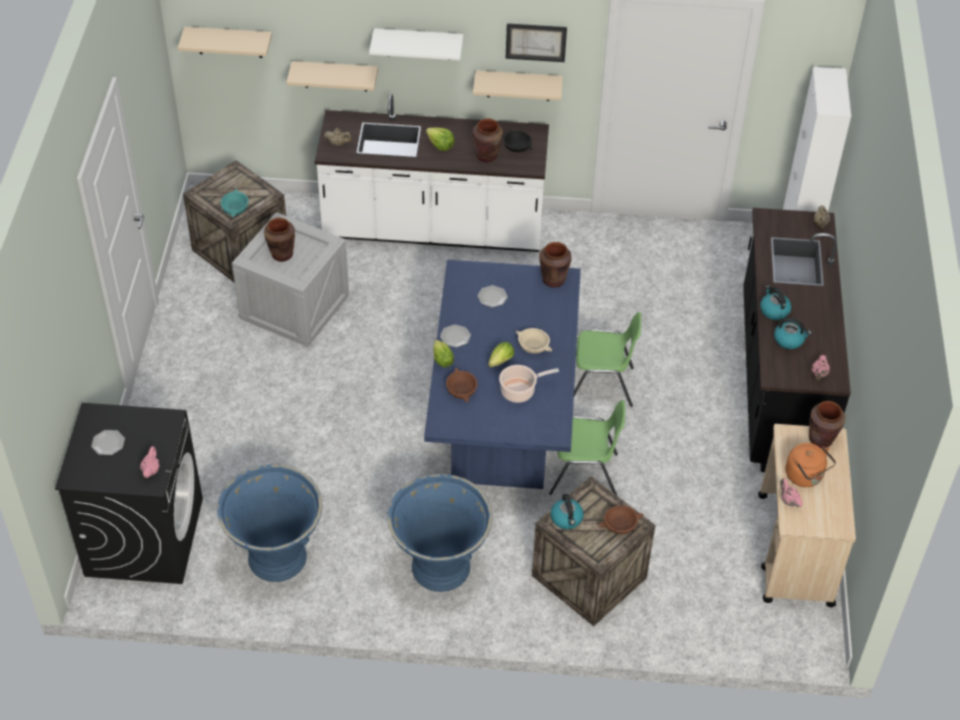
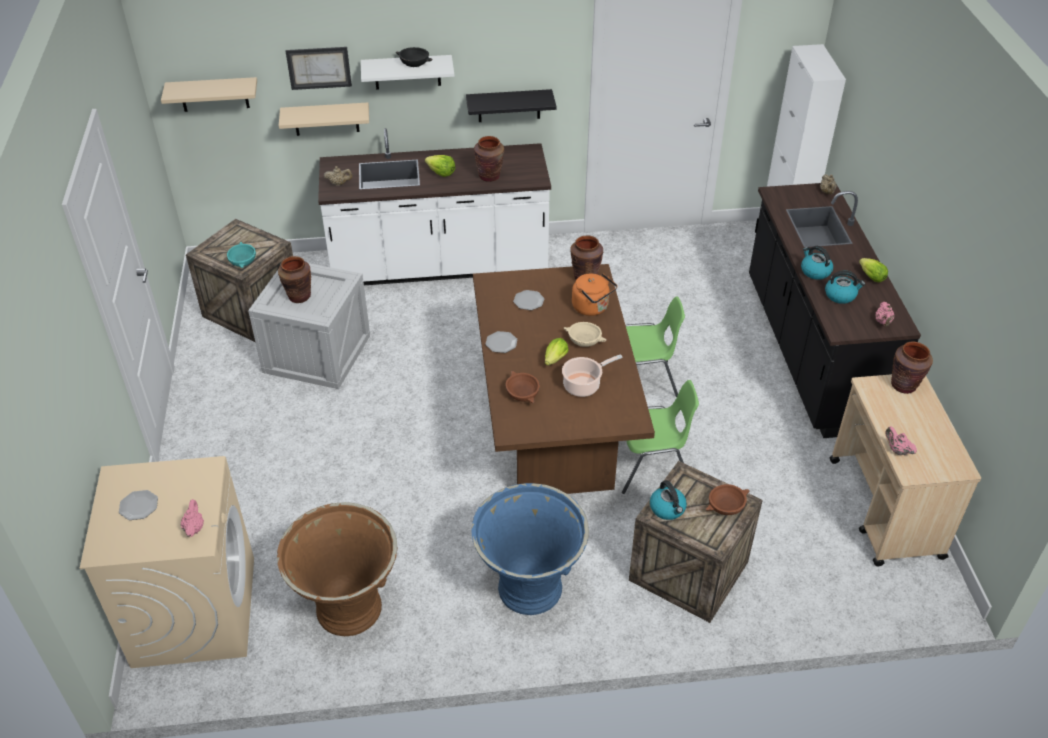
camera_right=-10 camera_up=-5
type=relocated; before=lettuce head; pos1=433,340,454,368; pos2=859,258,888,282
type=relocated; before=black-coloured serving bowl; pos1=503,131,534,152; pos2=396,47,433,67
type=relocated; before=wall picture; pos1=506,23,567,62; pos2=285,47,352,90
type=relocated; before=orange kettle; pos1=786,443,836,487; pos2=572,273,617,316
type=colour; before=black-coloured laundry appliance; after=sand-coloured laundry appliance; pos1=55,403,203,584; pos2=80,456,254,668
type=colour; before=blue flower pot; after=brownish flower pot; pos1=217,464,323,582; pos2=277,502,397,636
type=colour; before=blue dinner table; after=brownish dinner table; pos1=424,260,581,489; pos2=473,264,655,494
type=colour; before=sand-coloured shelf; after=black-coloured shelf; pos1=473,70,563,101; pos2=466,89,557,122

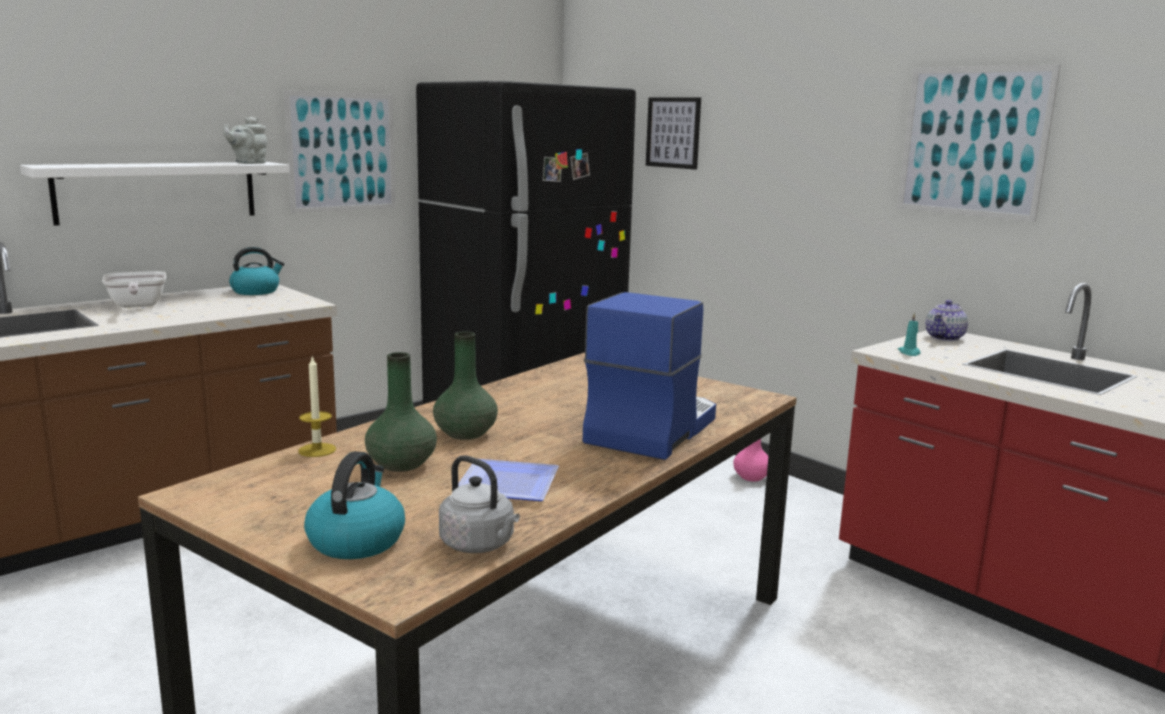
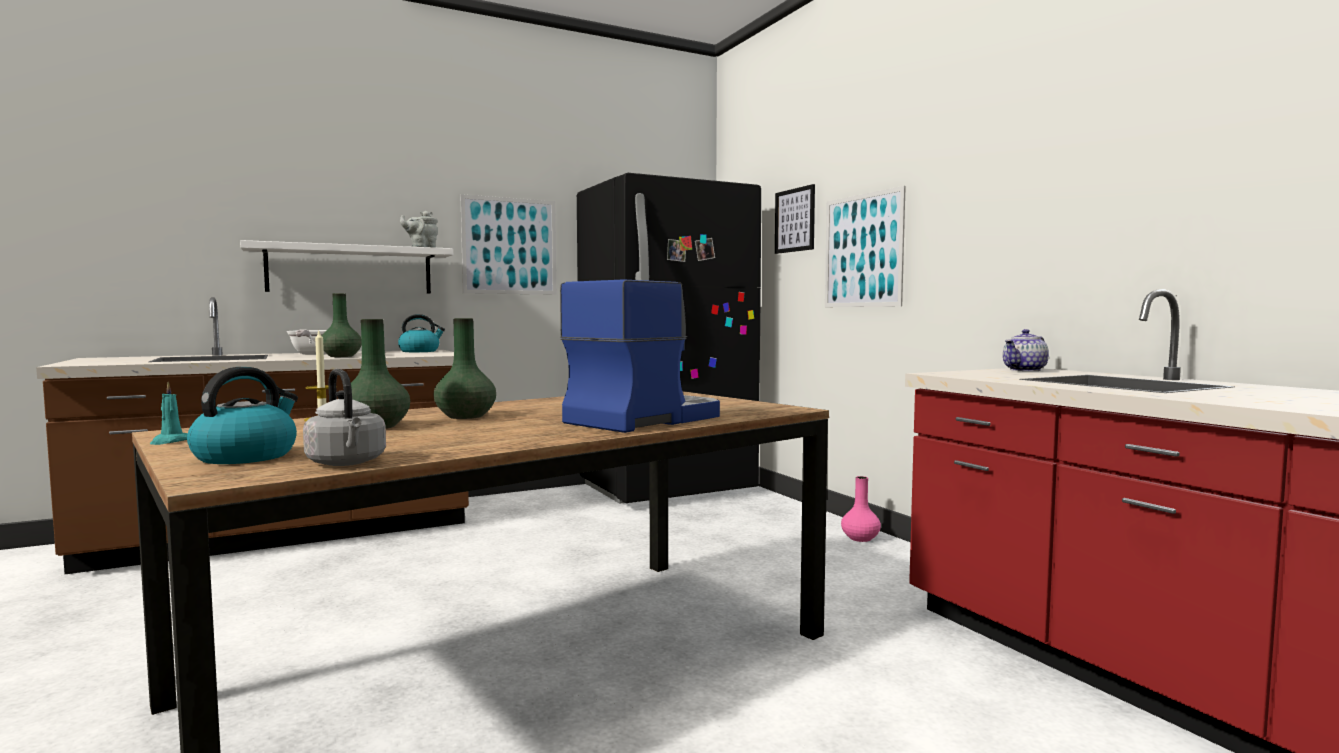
camera_right=15 camera_up=-10
type=missing; before=flat dish; pos1=458,459,559,501
type=appeared; after=green decorative vase; pos2=322,293,362,357
type=relocated; before=wall picture; pos1=897,64,1060,222; pos2=825,186,906,307
type=relocated; before=turquoise-coloured wax light; pos1=898,313,921,356; pos2=150,382,187,445

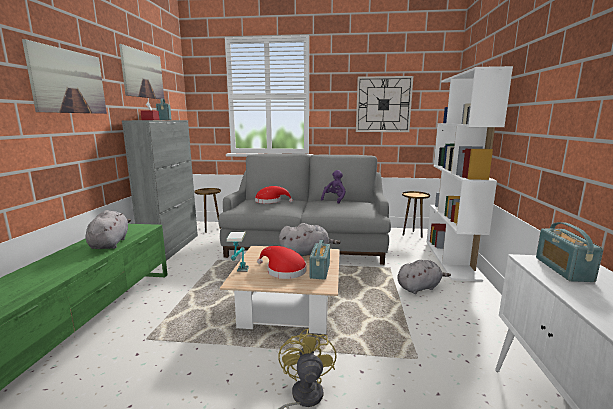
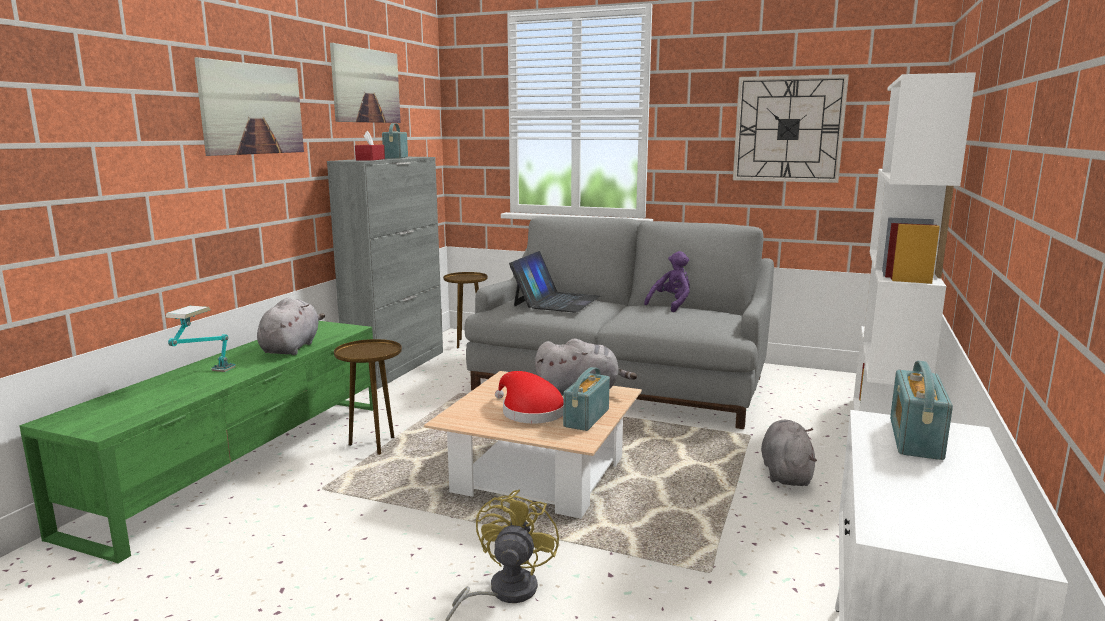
camera_right=15 camera_up=0
type=relocated; before=table lamp; pos1=226,232,249,272; pos2=165,306,236,372
type=relocated; before=brownish side table; pos1=402,191,430,238; pos2=334,339,402,455
type=exchanged; before=reddish clothing hat; after=laptop; pos1=255,186,293,204; pos2=509,251,600,313
type=spun; before=greyish cuddly toy; pos1=397,260,451,294; pos2=761,420,817,486; turn=-75

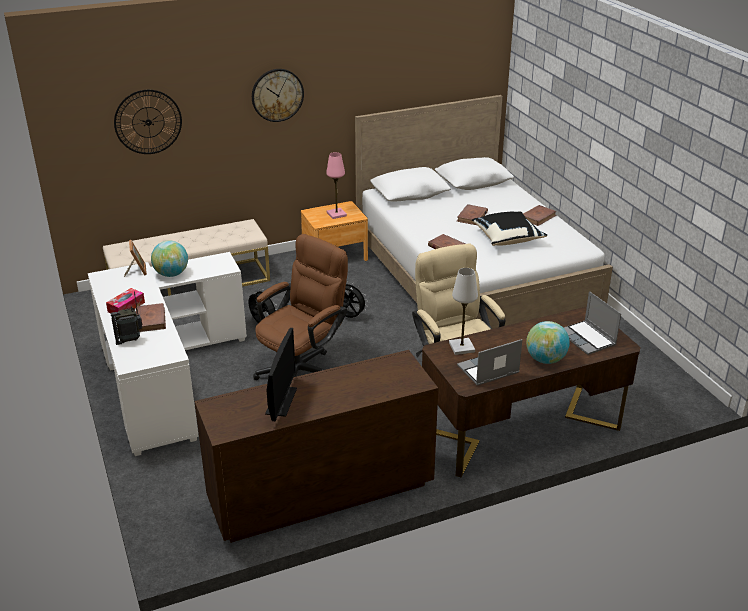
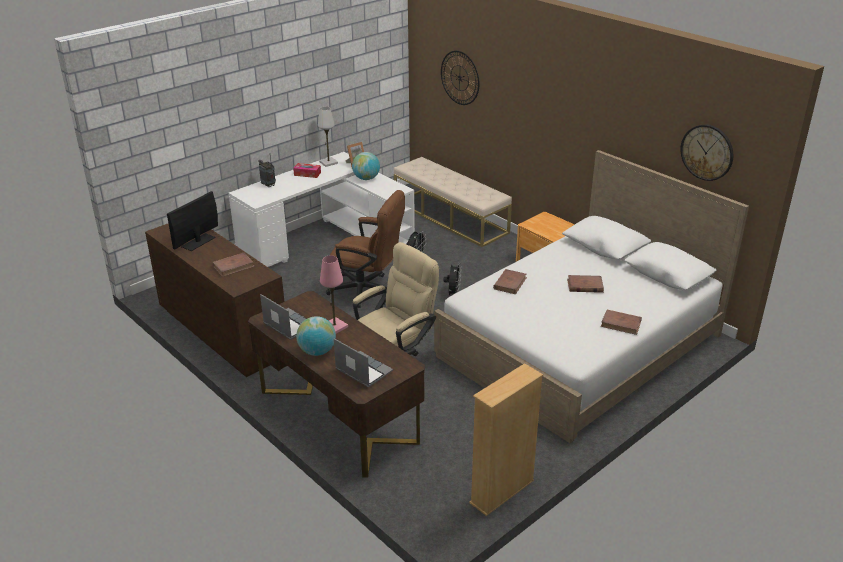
camera_right=70 camera_up=0
type=missing; before=black-coloured throw pillow; pos1=472,211,547,246
type=appeared; after=sand-coloured shelving unit; pos2=469,363,543,516
type=relocated; before=brownish bound book; pos1=136,303,166,332; pos2=212,253,255,277
type=relocated; before=hanging clock; pos1=252,69,304,122; pos2=680,124,733,181
type=relocated; before=pinkish table lamp; pos1=326,152,347,219; pos2=320,255,348,334
type=relocated; before=white table lamp; pos1=449,268,478,355; pos2=318,106,338,167
type=spun; before=computer display; pos1=265,328,297,421; pos2=167,191,218,251; turn=135
type=spun; before=laptop; pos1=564,291,621,355; pos2=334,338,393,388; turn=90

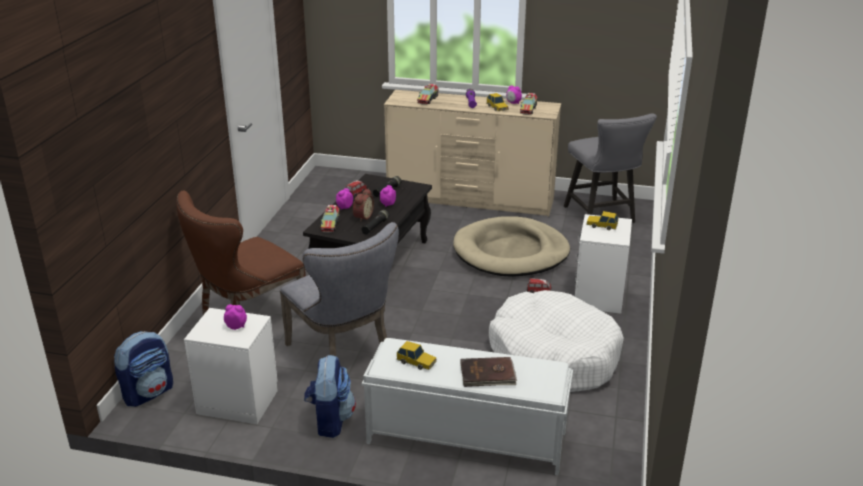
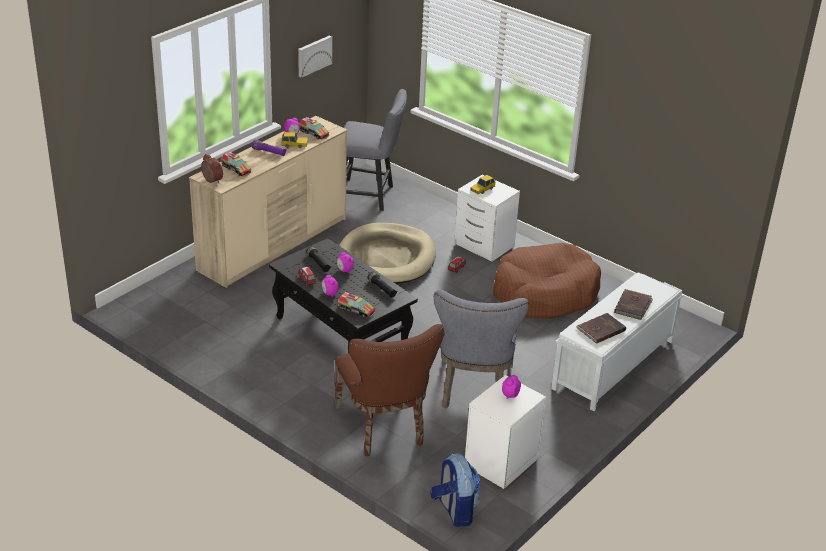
camera_right=-65 camera_up=5
type=missing; before=backpack; pos1=304,355,356,438
type=appeared; after=wall picture; pos2=298,36,332,78
type=relocated; before=alarm clock; pos1=353,188,374,222; pos2=201,154,223,183
type=exchanged; before=model car; after=brownish bound book; pos1=396,341,437,370; pos2=576,313,626,344
type=colour; before=white dog bed; after=brownish dog bed; pos1=489,290,624,392; pos2=493,243,601,319
type=spun; before=greyish upright chair; pos1=280,222,399,356; pos2=434,290,529,408; turn=105

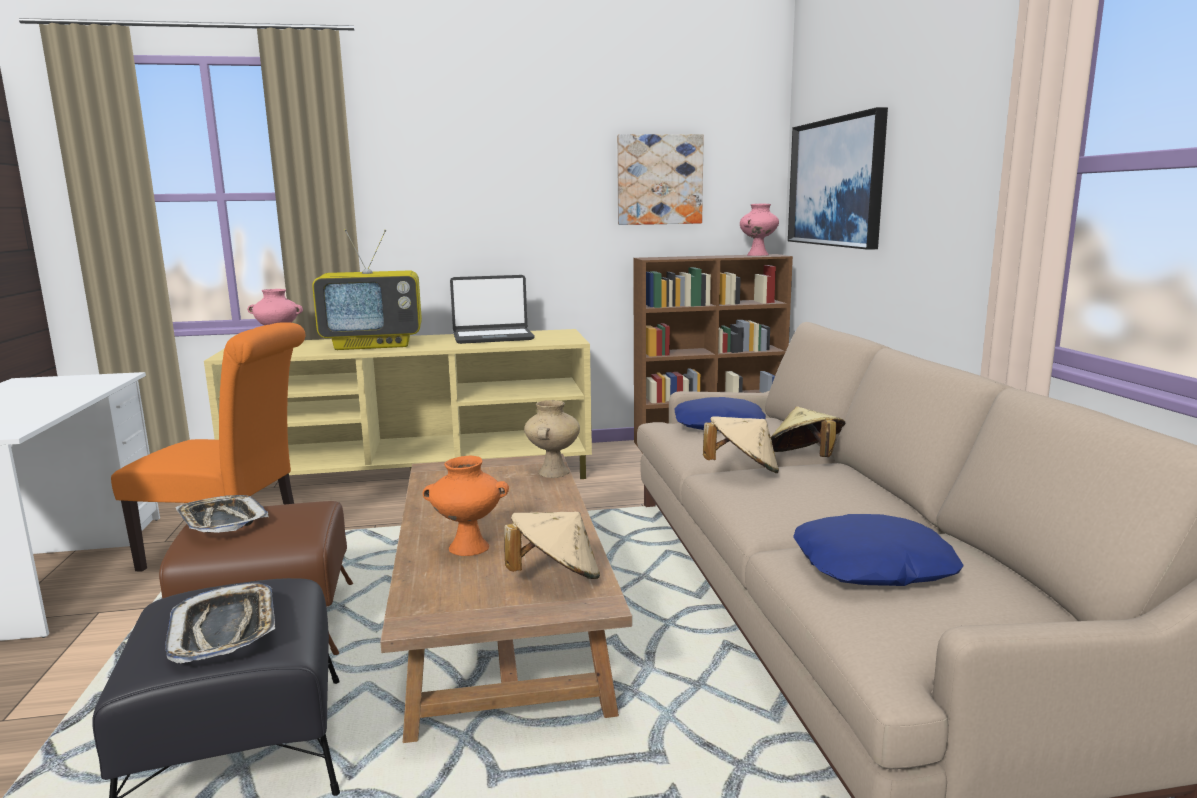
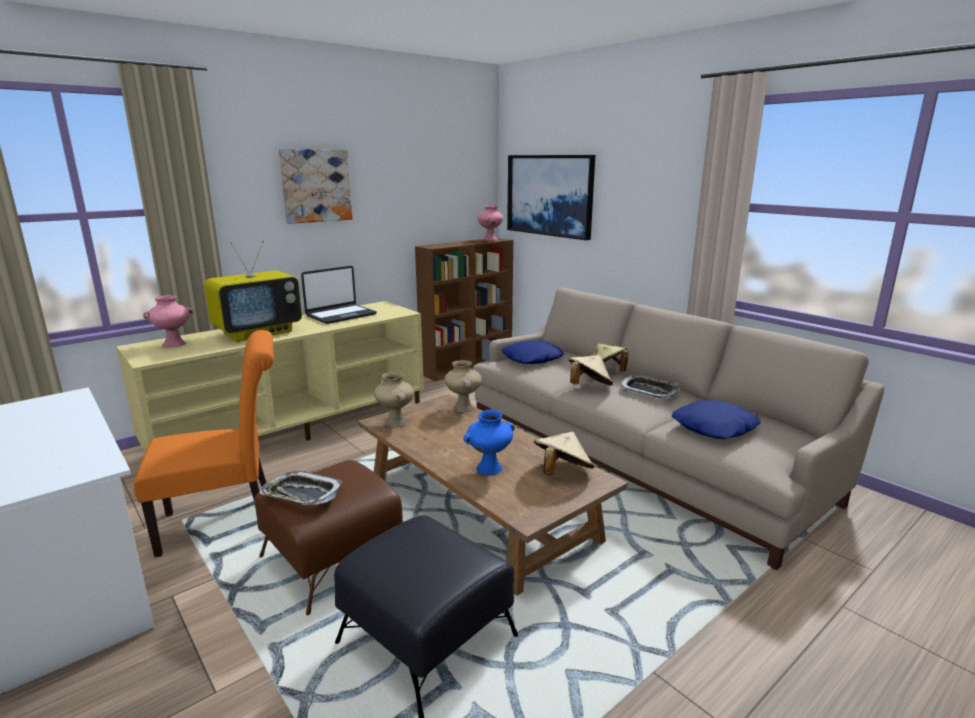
camera_right=-30 camera_up=5
type=appeared; after=sand-coloured decorative vase; pos2=374,372,414,427
type=relocated; before=serving tray; pos1=165,583,275,663; pos2=621,375,680,399
type=relocated; before=wall picture; pos1=617,134,704,225; pos2=279,149,353,224
type=colour; before=orange decorative vase; after=blue decorative vase; pos1=422,455,509,556; pos2=464,410,515,475

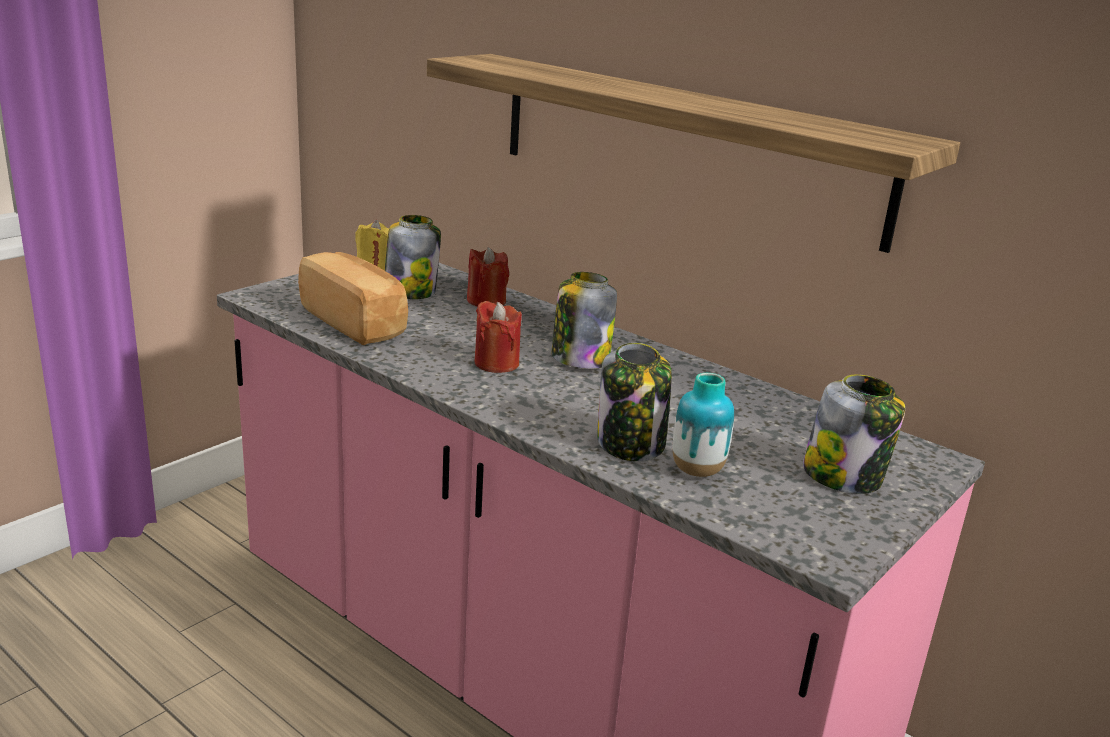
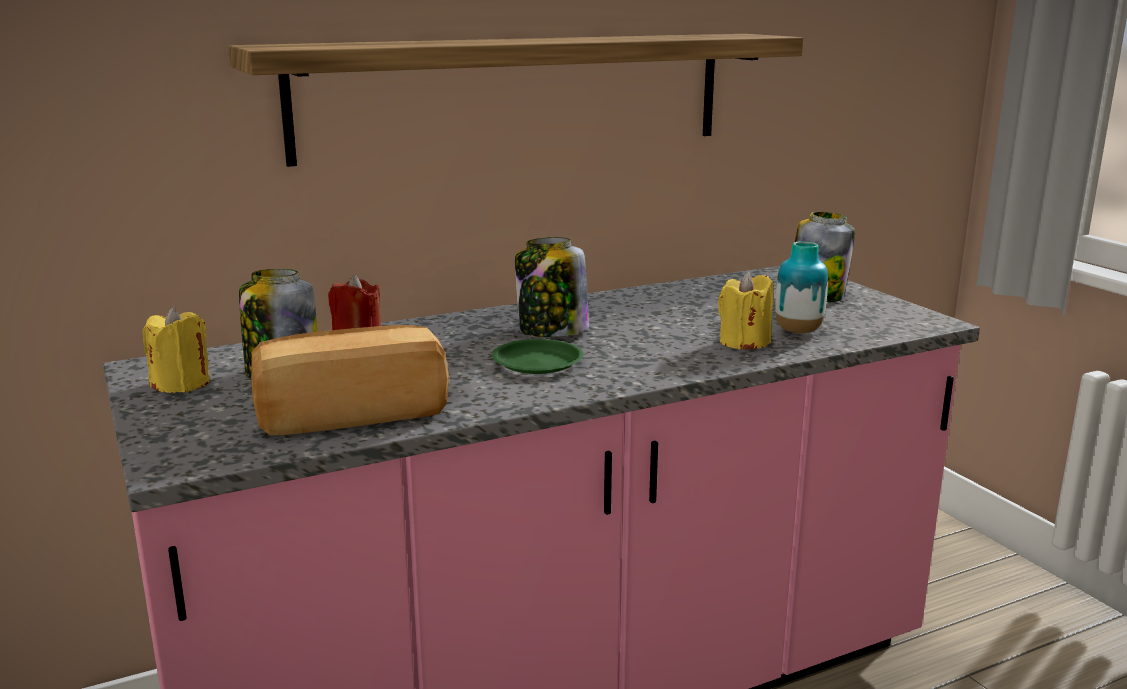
camera_right=-65 camera_up=-5
type=exchanged; before=reddish wax light; after=green flat dish; pos1=475,301,522,373; pos2=492,339,584,374
type=exchanged; before=jar; after=yellowish wax light; pos1=597,343,672,461; pos2=718,272,773,350

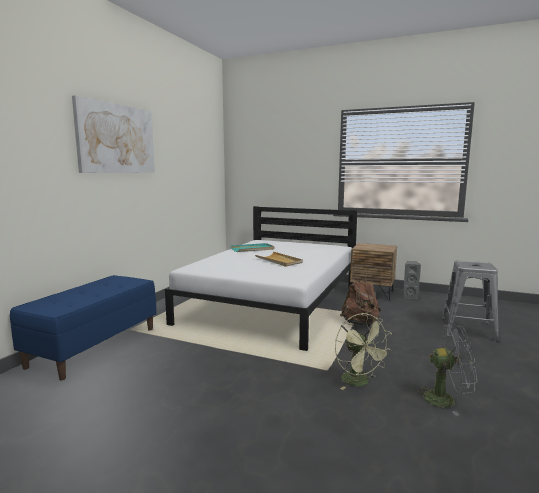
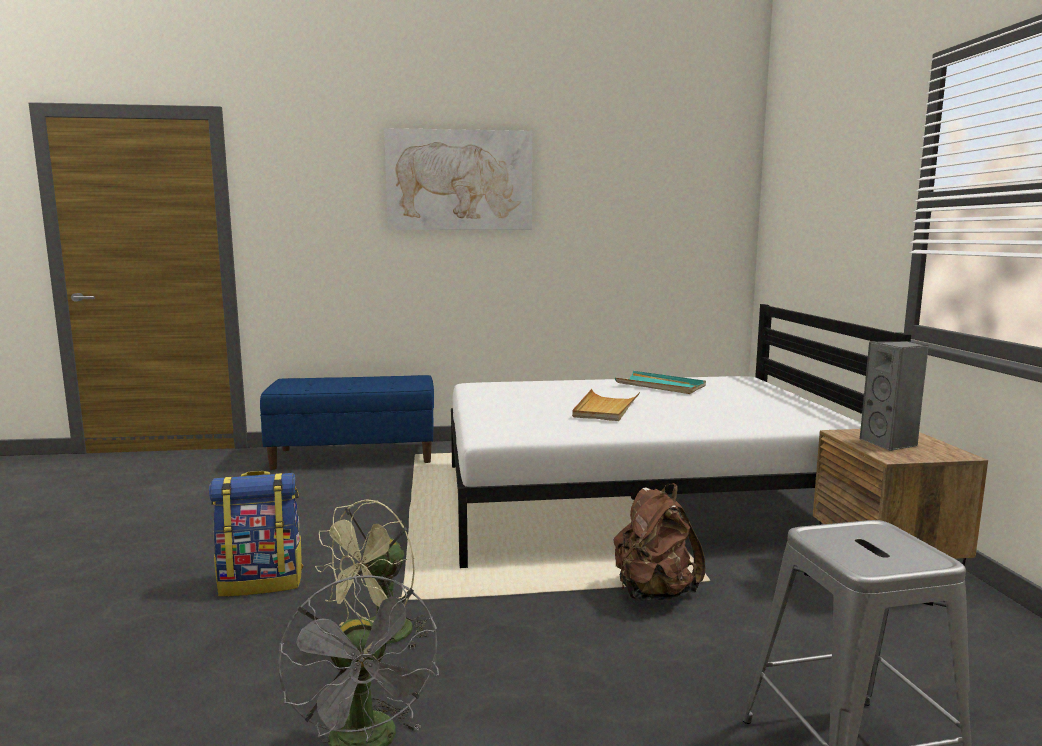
camera_right=60 camera_up=0
type=appeared; after=backpack; pos2=209,471,303,596
type=relocated; before=greyish loudspeaker; pos1=403,261,421,299; pos2=860,341,929,451

